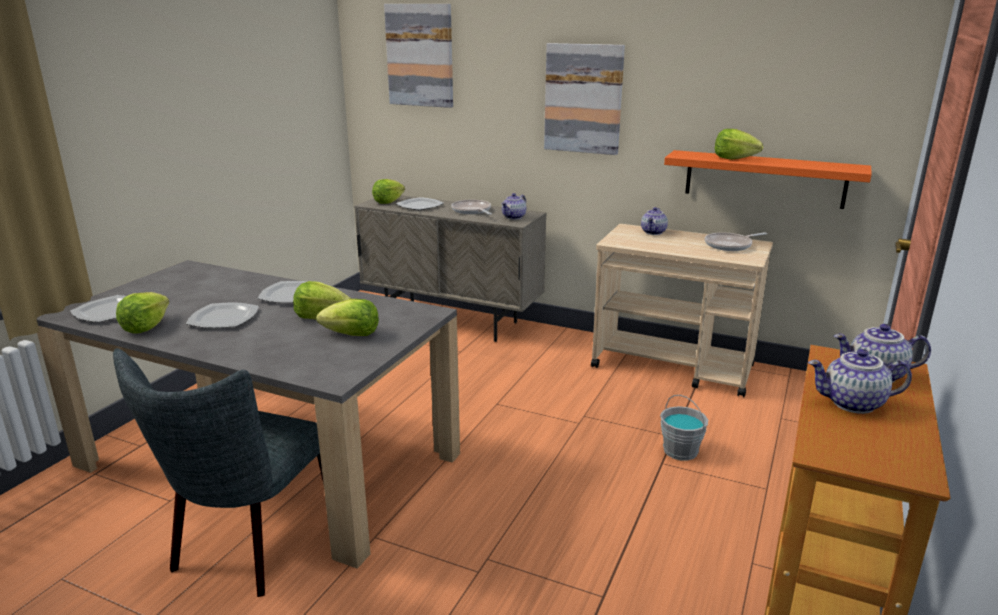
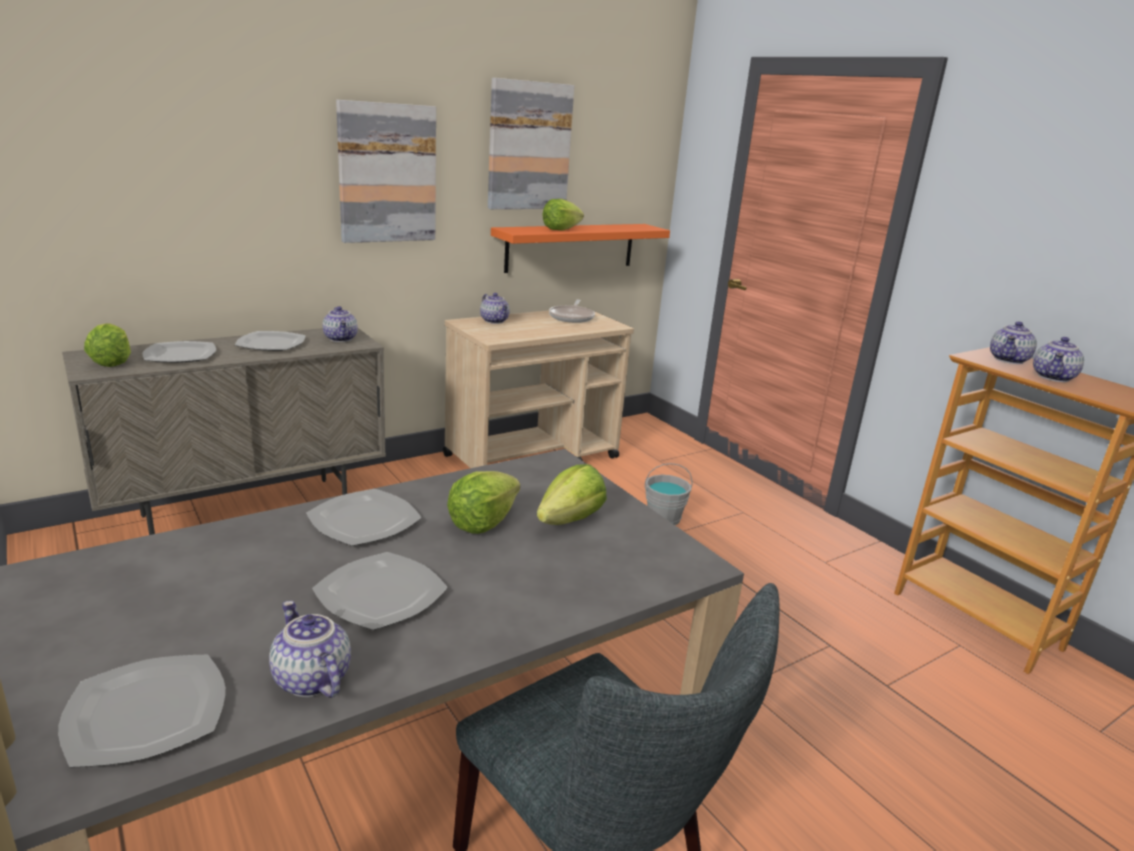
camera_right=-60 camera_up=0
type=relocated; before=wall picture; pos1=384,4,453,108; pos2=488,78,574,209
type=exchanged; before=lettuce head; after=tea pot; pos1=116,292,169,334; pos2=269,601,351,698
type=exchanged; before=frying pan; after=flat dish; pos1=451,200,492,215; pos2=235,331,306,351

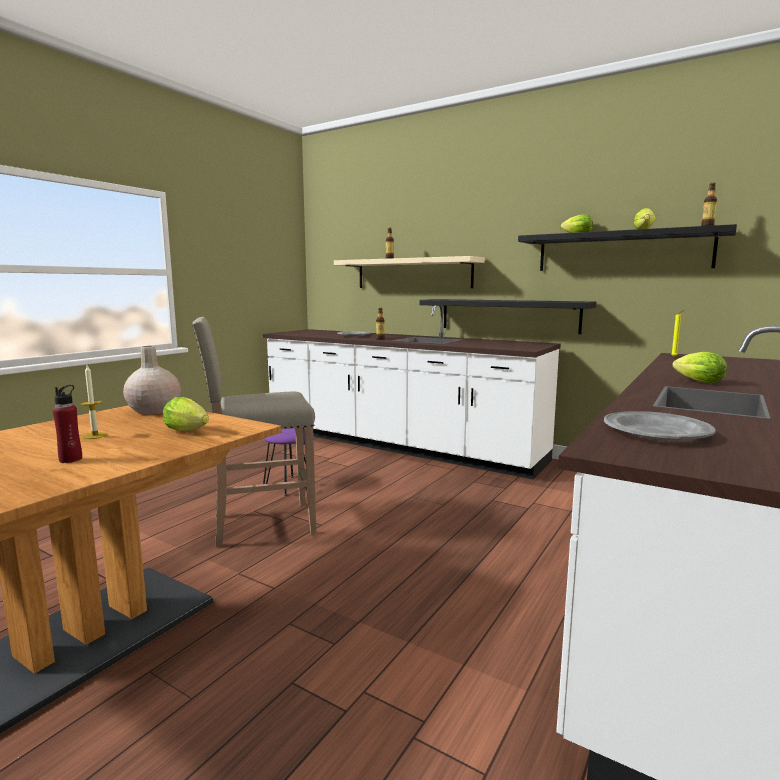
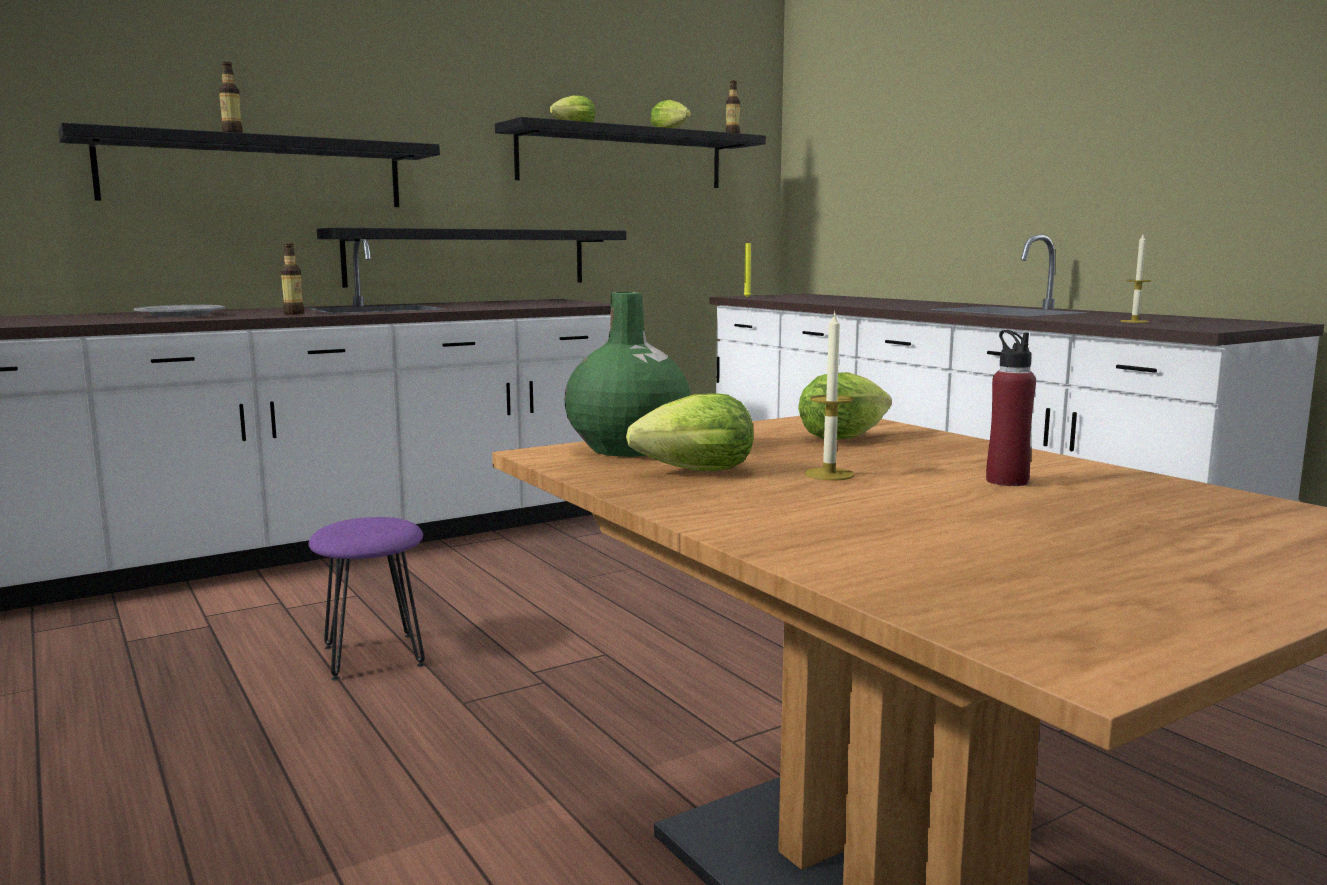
camera_right=-65 camera_up=0
type=missing; before=sand-coloured stool; pos1=192,317,317,547
type=relocated; before=lettuce head; pos1=672,352,727,383; pos2=626,393,754,471
type=exchanged; before=greyish flat dish; after=wax light; pos1=604,411,716,440; pos2=1121,234,1152,323
type=colour; before=sand-coloured decorative vase; after=green decorative vase; pos1=123,346,181,415; pos2=564,292,691,457
type=colour; before=sand-coloured shelf; after=black-coloured shelf; pos1=334,256,485,288; pos2=58,122,440,207

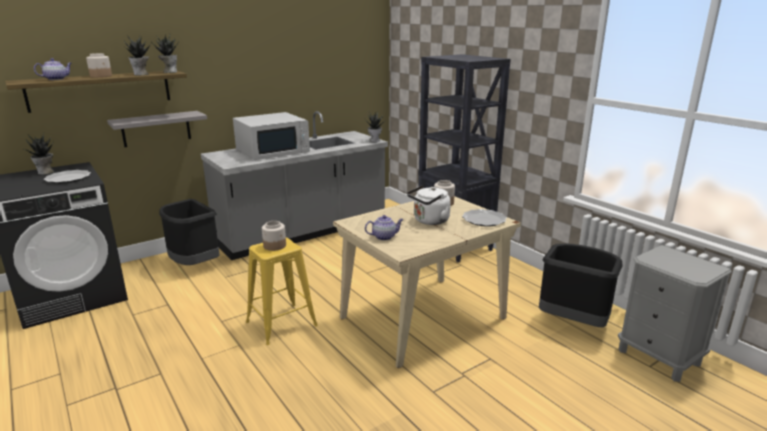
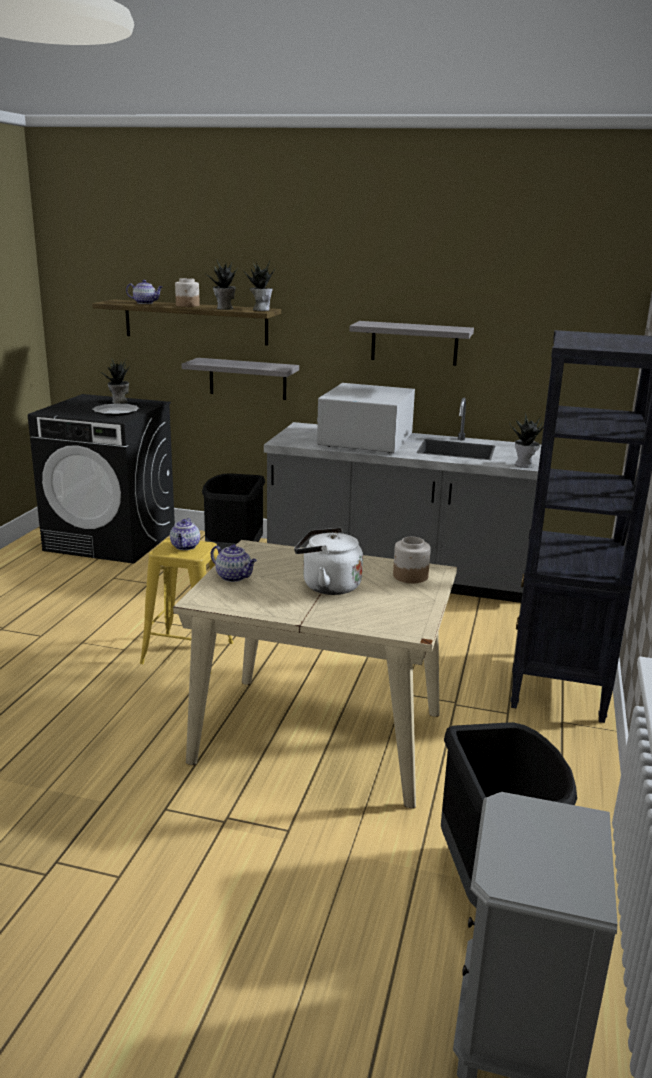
camera_right=50 camera_up=0
type=missing; before=flat dish; pos1=462,209,507,227
type=appeared; after=greyish shelf; pos2=349,321,474,366
type=exchanged; before=jar; after=tea pot; pos1=262,221,286,251; pos2=170,518,200,550
type=spun; before=white microwave; pos1=233,112,310,160; pos2=317,383,415,453; turn=90

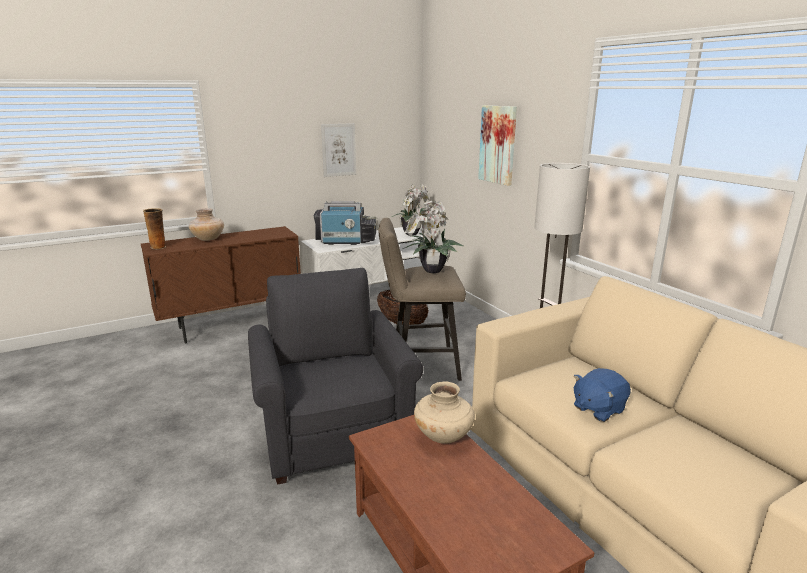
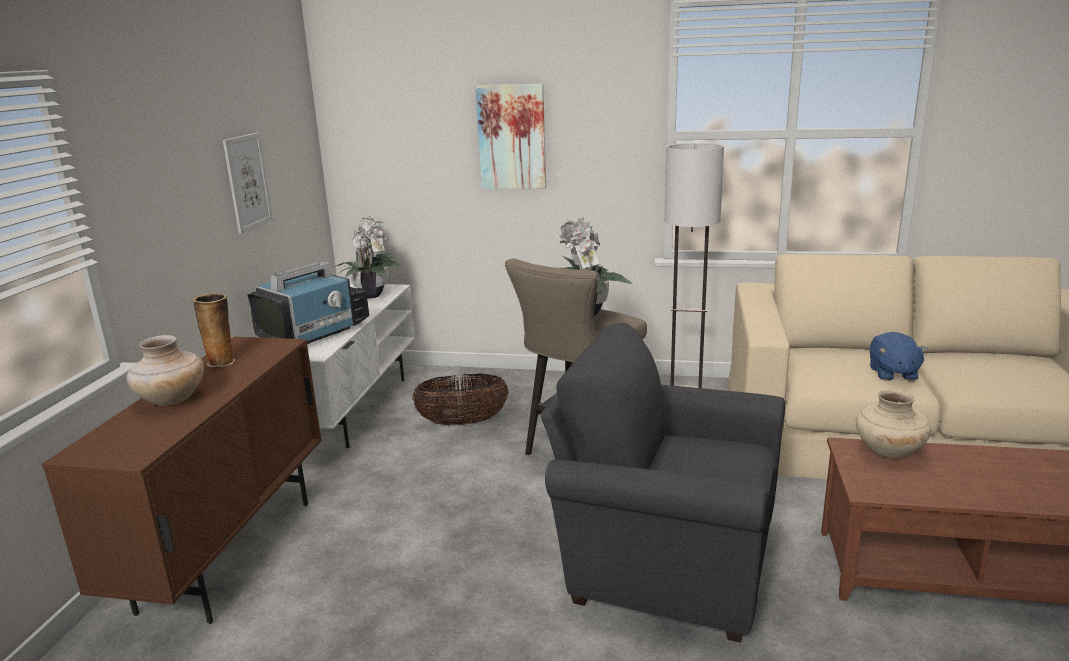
camera_right=-50 camera_up=0
type=relocated; before=decorative vase; pos1=143,208,166,249; pos2=193,293,235,367

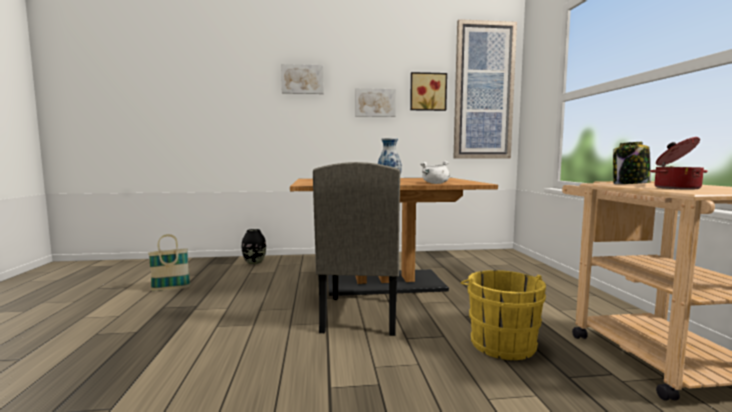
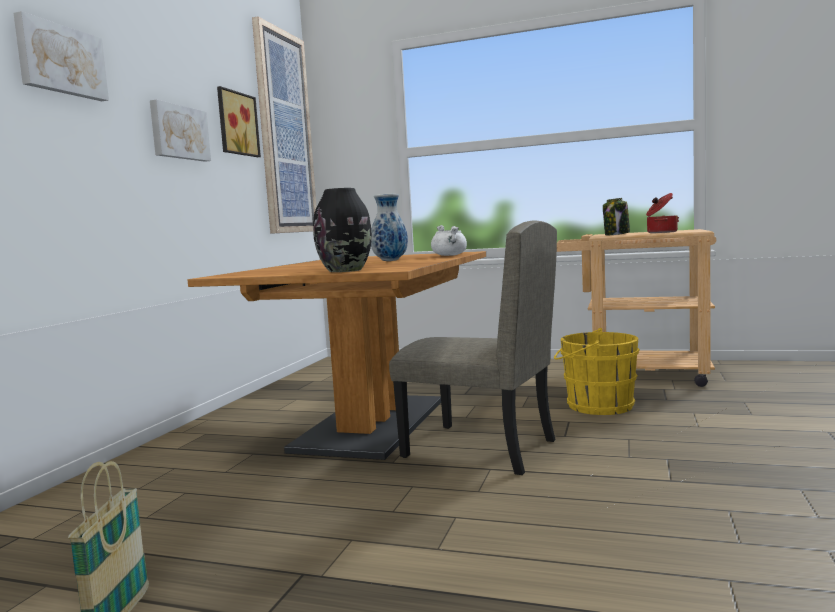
camera_right=-65 camera_up=0
type=relocated; before=black-coloured decorative vase; pos1=242,229,266,264; pos2=313,188,372,272

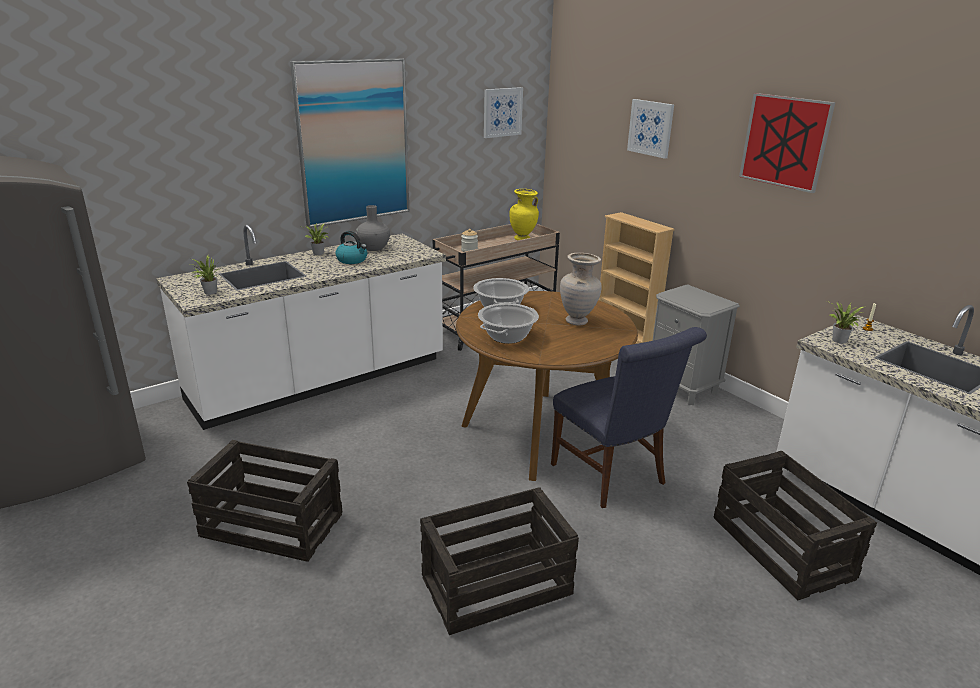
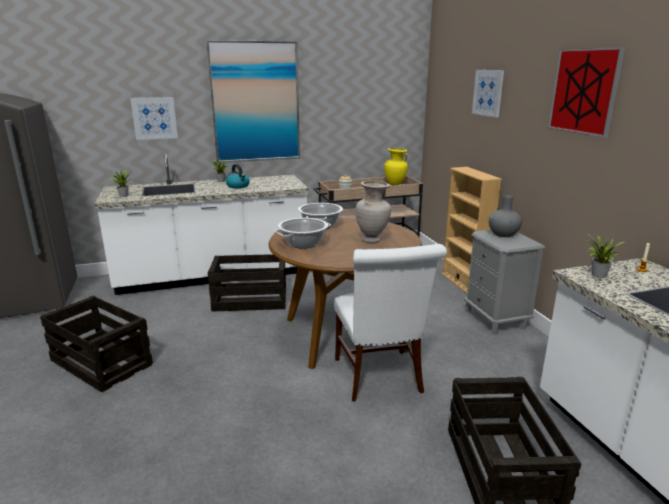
camera_right=20 camera_up=-5
type=relocated; before=greyish decorative vase; pos1=356,205,390,251; pos2=489,195,522,237
type=relocated; before=crate; pos1=420,487,579,635; pos2=208,254,286,312
type=relocated; before=wall picture; pos1=484,87,523,138; pos2=130,97,178,140
type=colour; before=blue upright chair; after=white upright chair; pos1=551,327,707,508; pos2=334,244,447,402

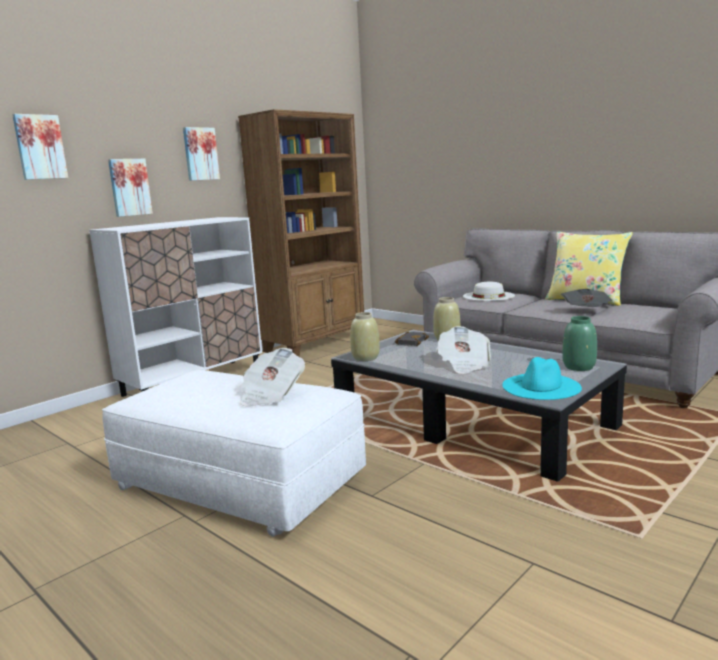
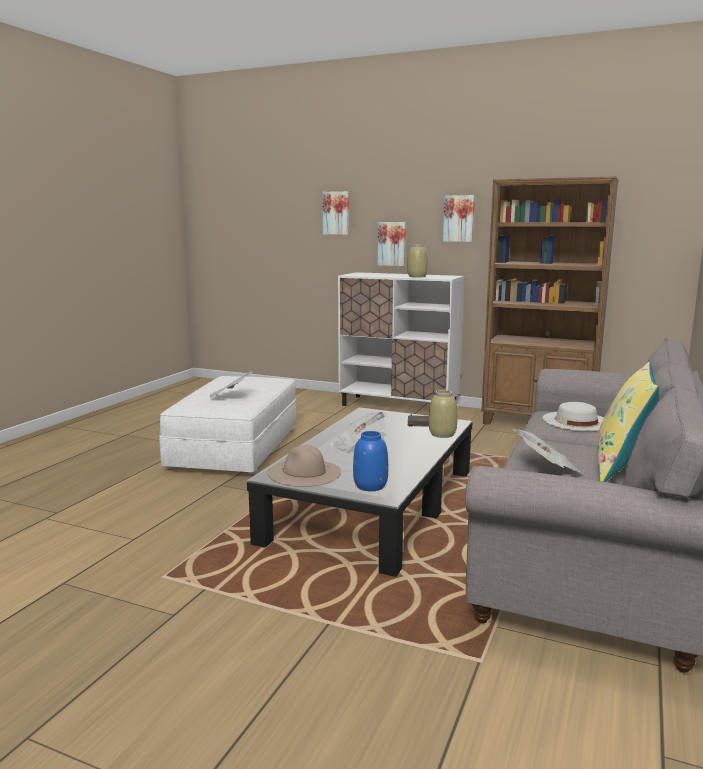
camera_right=70 camera_up=0
type=relocated; before=sand-coloured decorative vase; pos1=350,312,380,361; pos2=407,244,428,278
type=colour; before=turquoise-coloured clothing hat; after=sand-coloured clothing hat; pos1=502,357,582,400; pos2=268,445,341,487
type=colour; before=green decorative vase; after=blue decorative vase; pos1=562,316,597,371; pos2=353,431,388,491

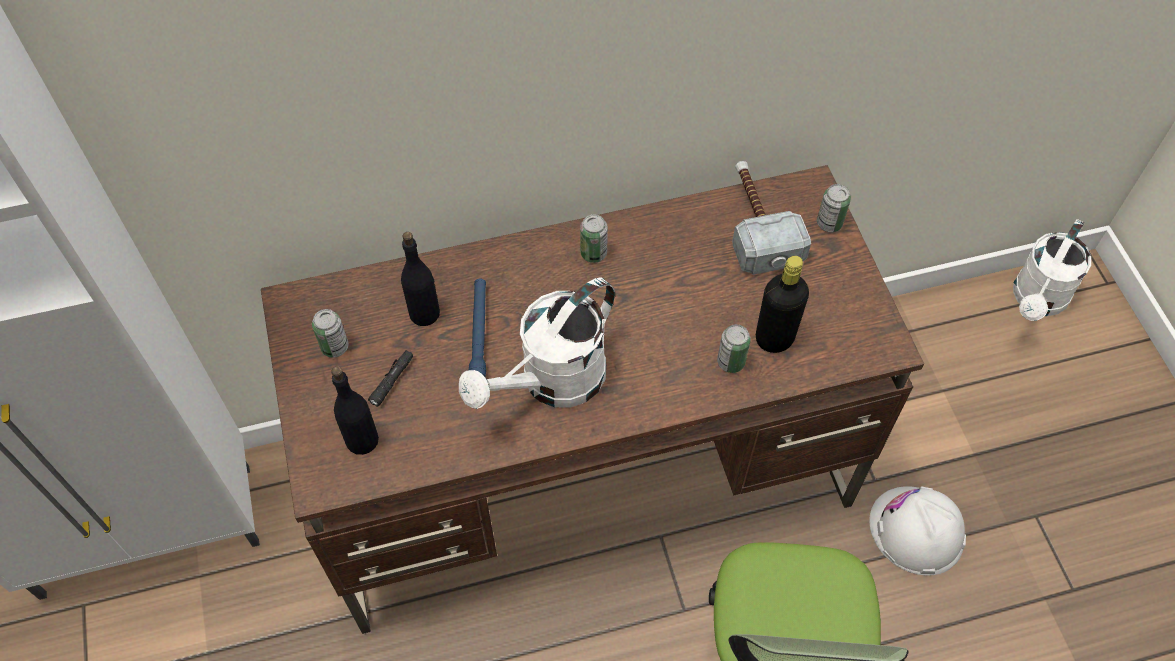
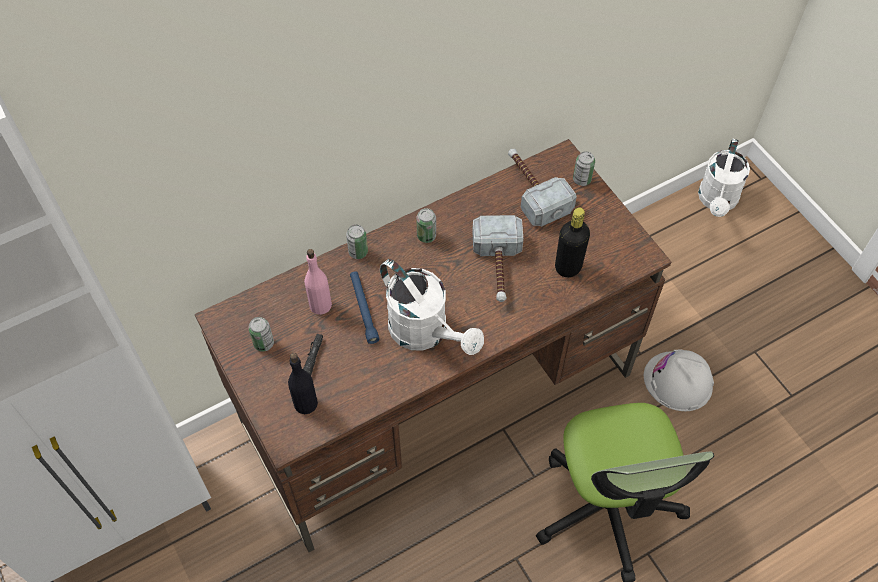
camera_right=-15 camera_up=0
type=appeared; after=hammer; pos2=473,215,523,302
type=relocated; before=sealed can; pos1=717,324,751,373; pos2=346,225,368,259
type=colour; before=black-coloured drink bottle; after=pinkish drink bottle; pos1=401,232,440,326; pos2=304,249,332,315
type=spun; before=white sprinkling can; pos1=459,277,615,409; pos2=380,259,484,355; turn=-75

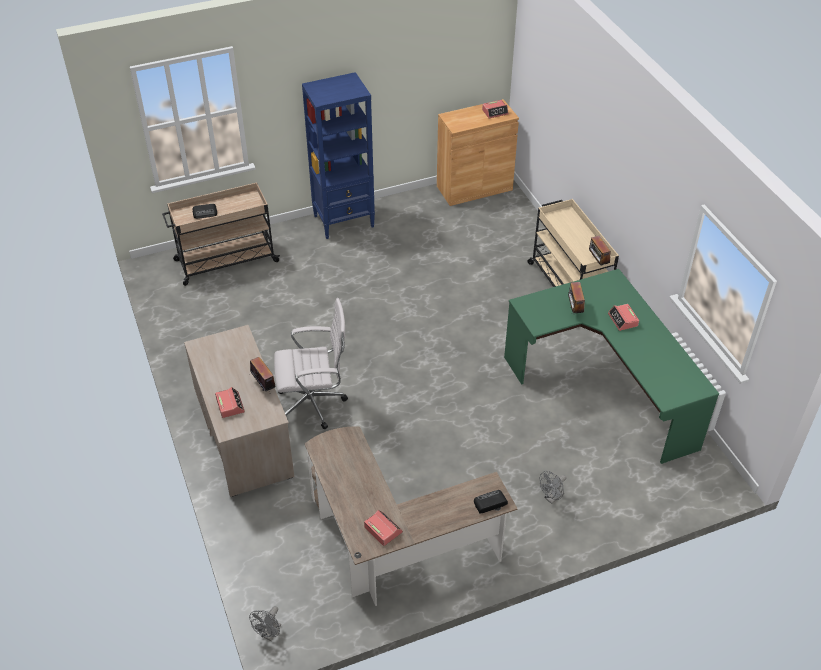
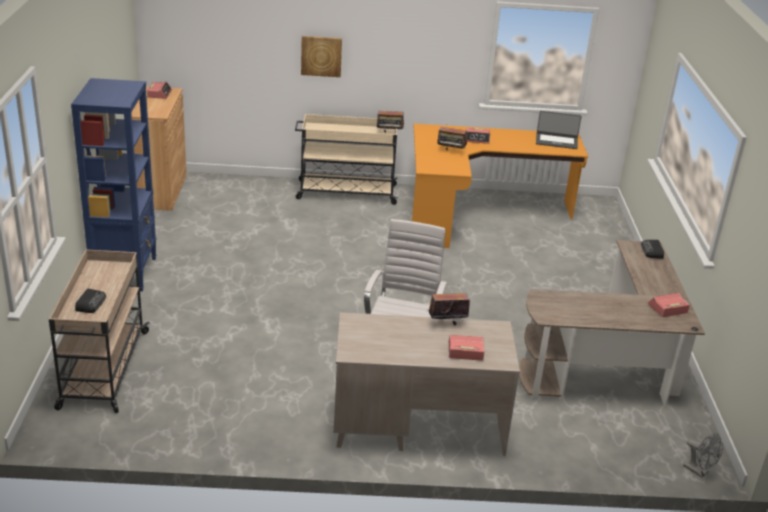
camera_right=-70 camera_up=-15
type=missing; before=greyish cooling fan; pos1=540,471,566,504
type=appeared; after=wall picture; pos2=301,36,342,77
type=appeared; after=laptop; pos2=536,111,582,149
type=colour; before=green desk; after=orange desk; pos1=504,269,719,464; pos2=412,124,588,248

